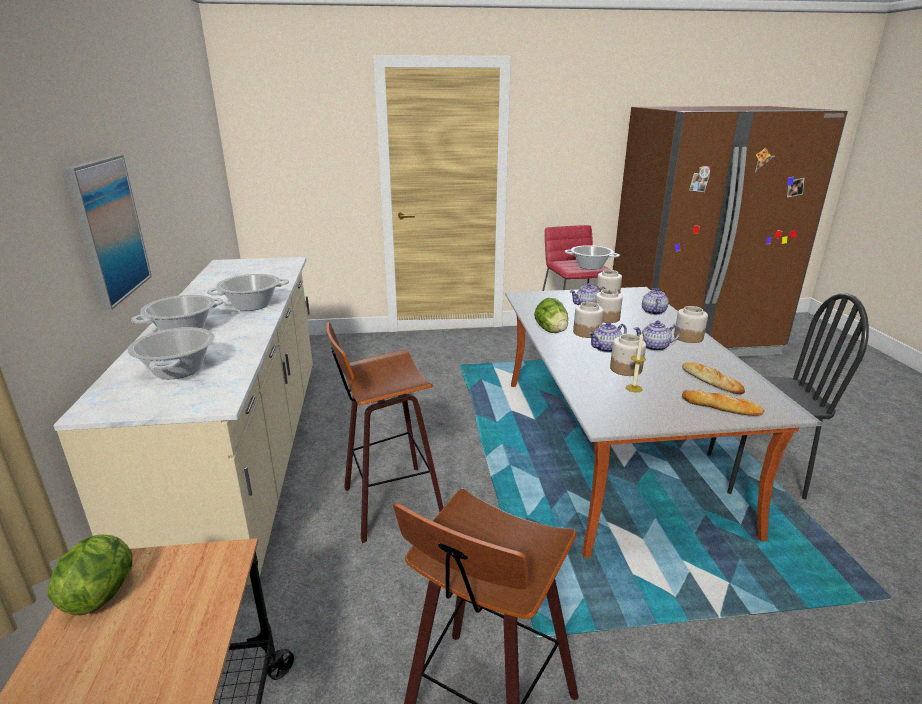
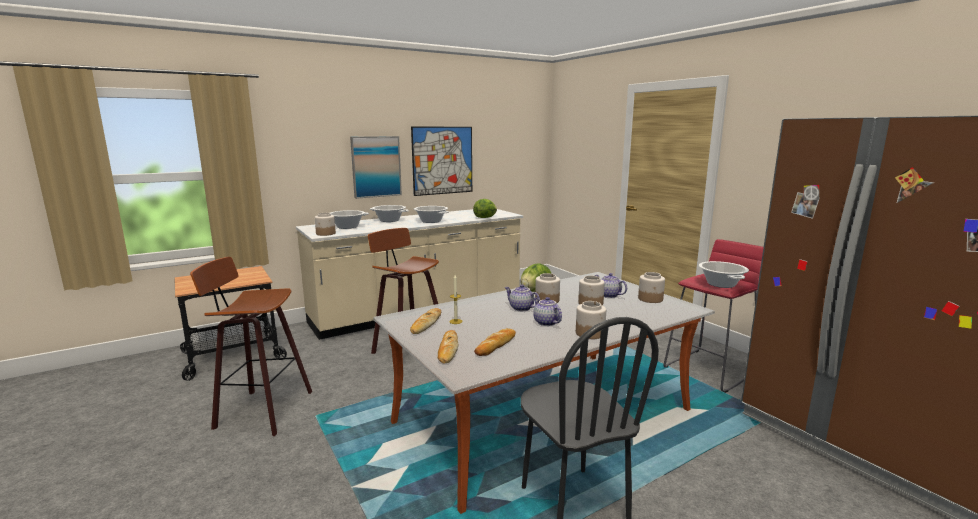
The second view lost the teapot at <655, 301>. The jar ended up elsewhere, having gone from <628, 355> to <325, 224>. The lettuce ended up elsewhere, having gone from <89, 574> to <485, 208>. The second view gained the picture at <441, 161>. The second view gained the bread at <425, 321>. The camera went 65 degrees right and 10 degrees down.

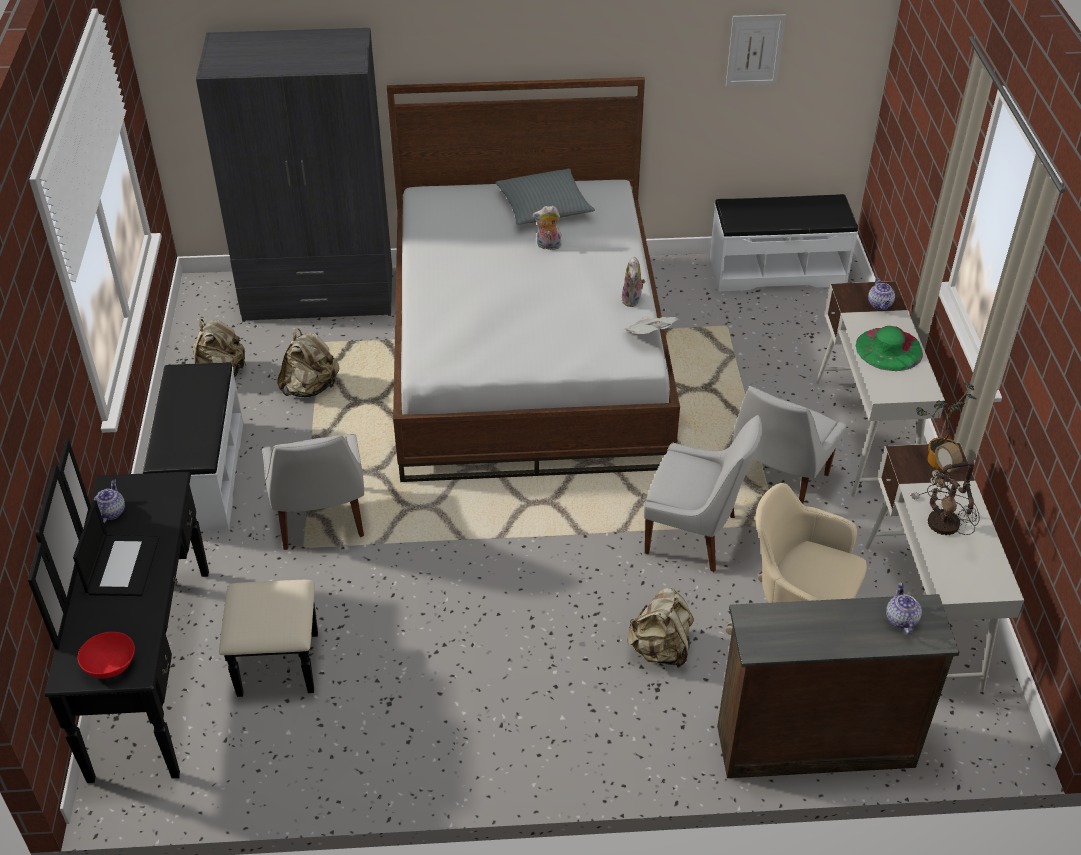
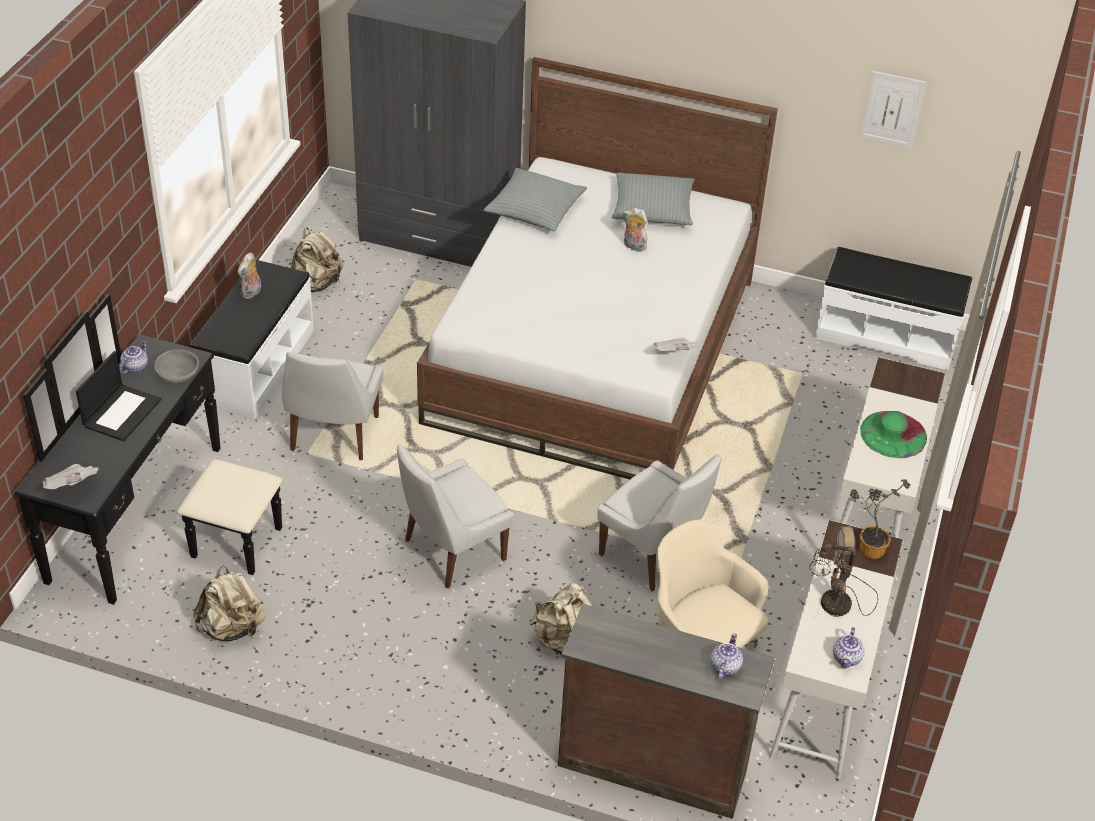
The plush toy ended up elsewhere, having gone from <633, 281> to <249, 276>. The teapot ended up elsewhere, having gone from <881, 294> to <849, 647>. The backpack in beige ended up elsewhere, having gone from <308, 362> to <229, 603>. The chair in white ended up elsewhere, having gone from <789, 445> to <455, 516>. Where the bowl in red stood at <106, 655>, the newspaper came to stand at <71, 476>. The second view gained the pillow in grey at <535, 199>. The second view gained the bowl in grey at <176, 366>. The camera went 20 degrees right and 0 degrees up.

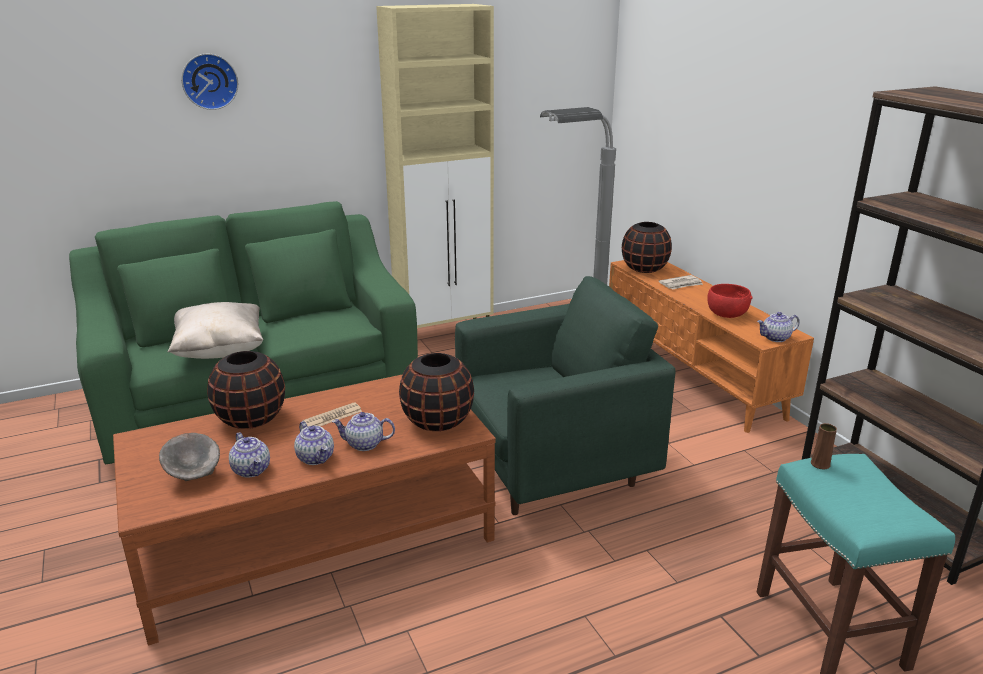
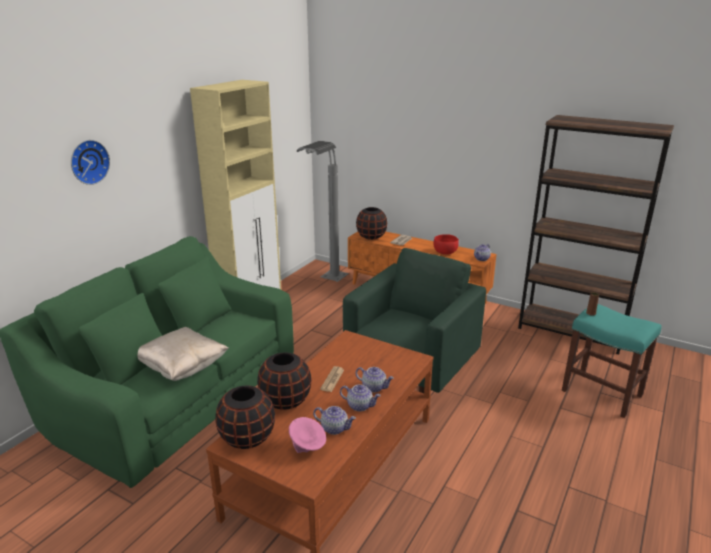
The vase in black ended up elsewhere, having gone from <436, 392> to <245, 417>. The teapot at <363, 431> ended up facing another way, 120 degrees counterclockwise from before. What was the bowl in grey at <189, 457> turned into the bowl in pink at <307, 435>. The camera went 35 degrees left and 0 degrees up.

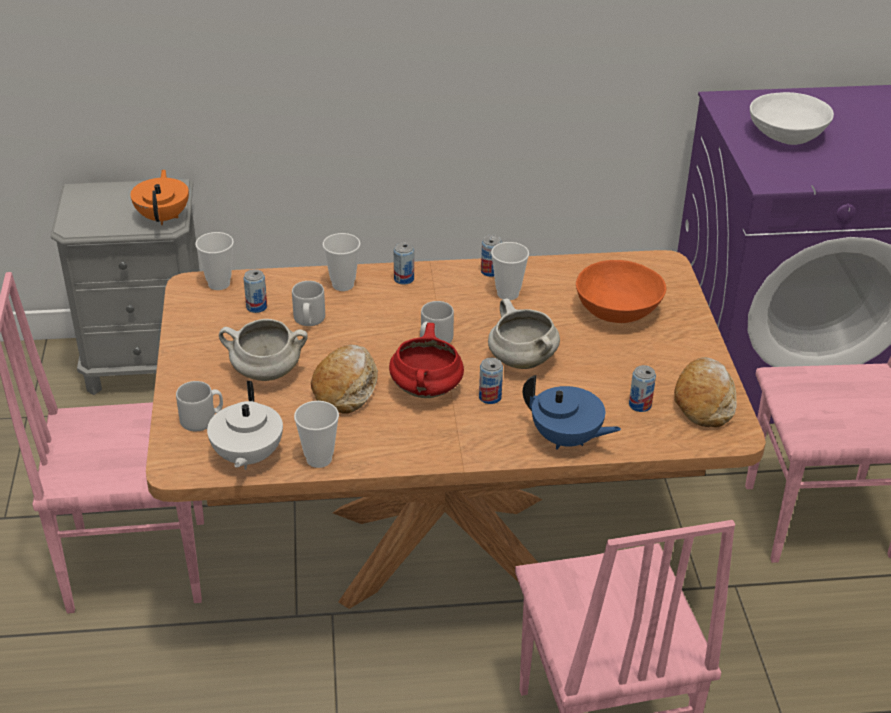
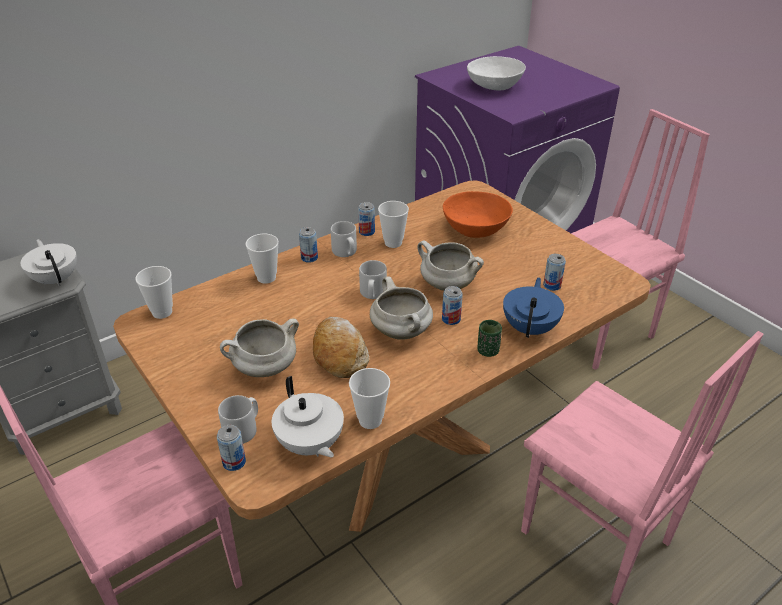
What was the teapot in orange at <159, 197> turned into the teapot in white at <49, 262>. The can ended up elsewhere, having gone from <255, 291> to <231, 448>. The mug in grey ended up elsewhere, having gone from <308, 303> to <344, 239>. What was the cooking pot in red at <426, 360> turned into the cooking pot in white at <401, 308>. The second view lost the bread at <705, 392>. The teapot in blue at <572, 412> ended up facing another way, 75 degrees counterclockwise from before. The second view gained the cup in green at <489, 338>. The camera went 30 degrees left and 0 degrees up.

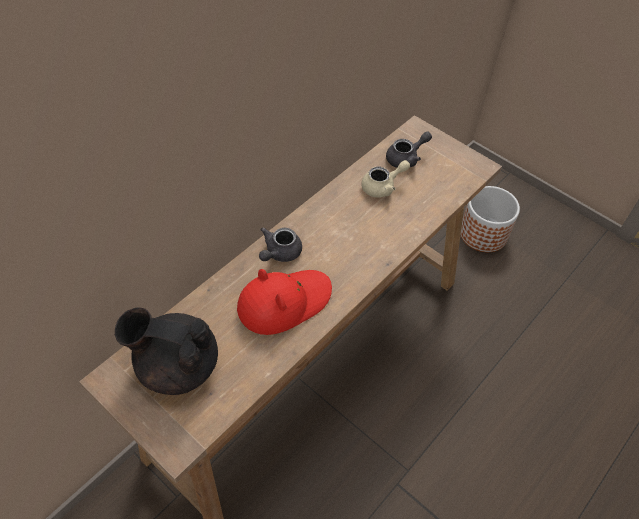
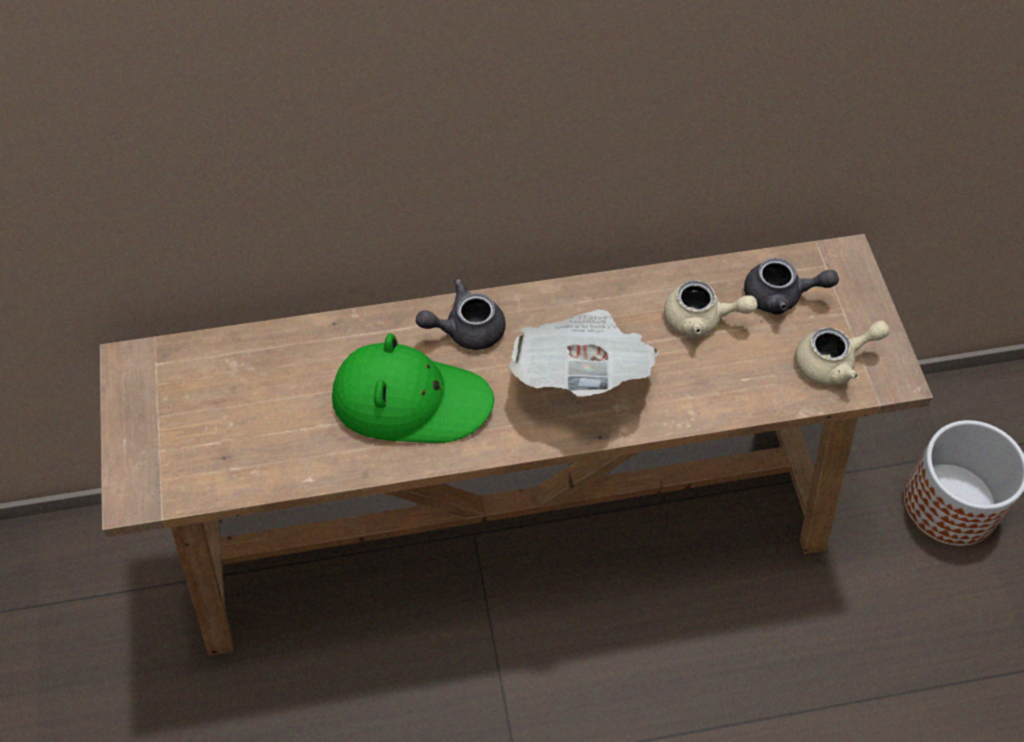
What was the hat in red at <284, 302> turned into the hat in green at <413, 388>. The second view lost the teapot in black at <166, 351>. The second view gained the newspaper at <583, 353>. The second view gained the teapot in beige at <842, 352>. The camera went 40 degrees right and 5 degrees up.

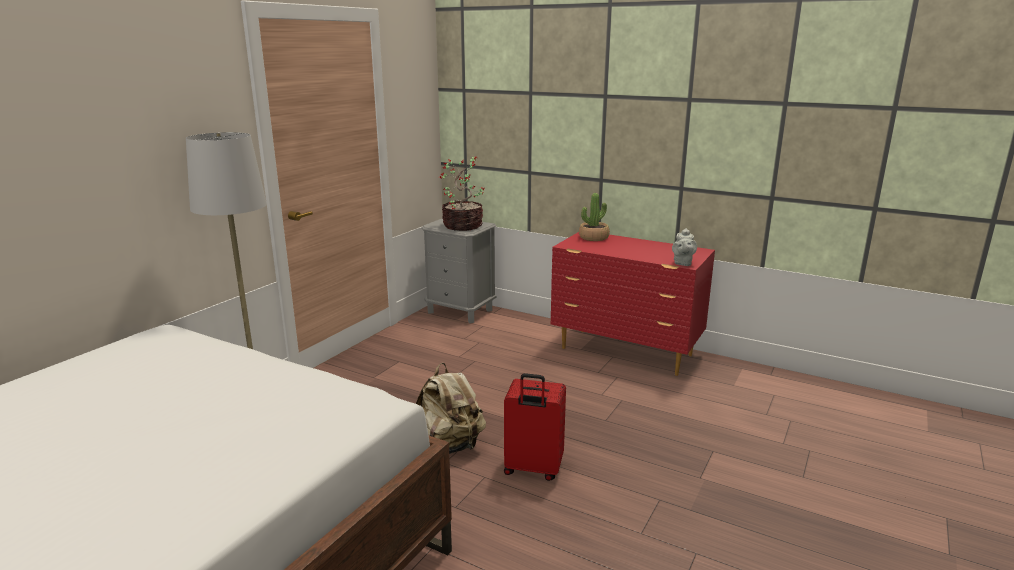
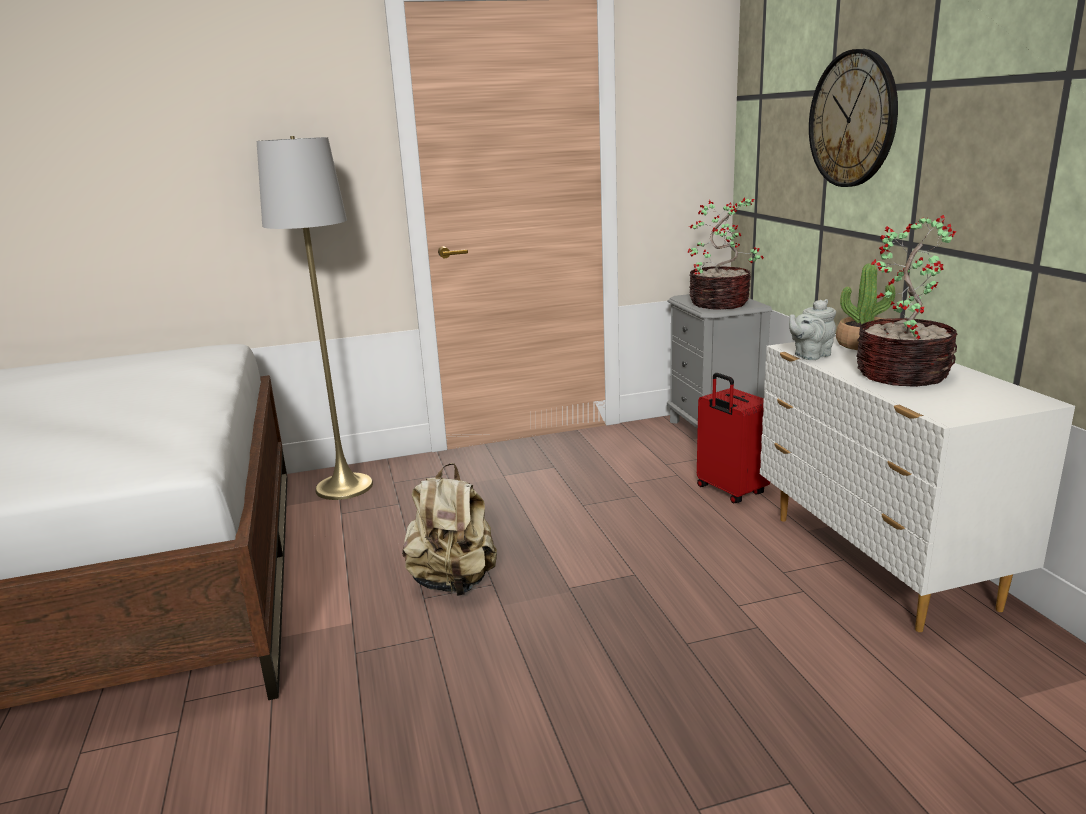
The teapot in grey ended up elsewhere, having gone from <684, 247> to <812, 329>. What was the dresser in red at <633, 304> turned into the dresser in white at <917, 484>. The suitcase in red ended up elsewhere, having gone from <535, 427> to <733, 438>. The second view gained the wall clock at <853, 118>. The second view gained the potted plant at <906, 301>. The camera went 45 degrees right and 0 degrees up.

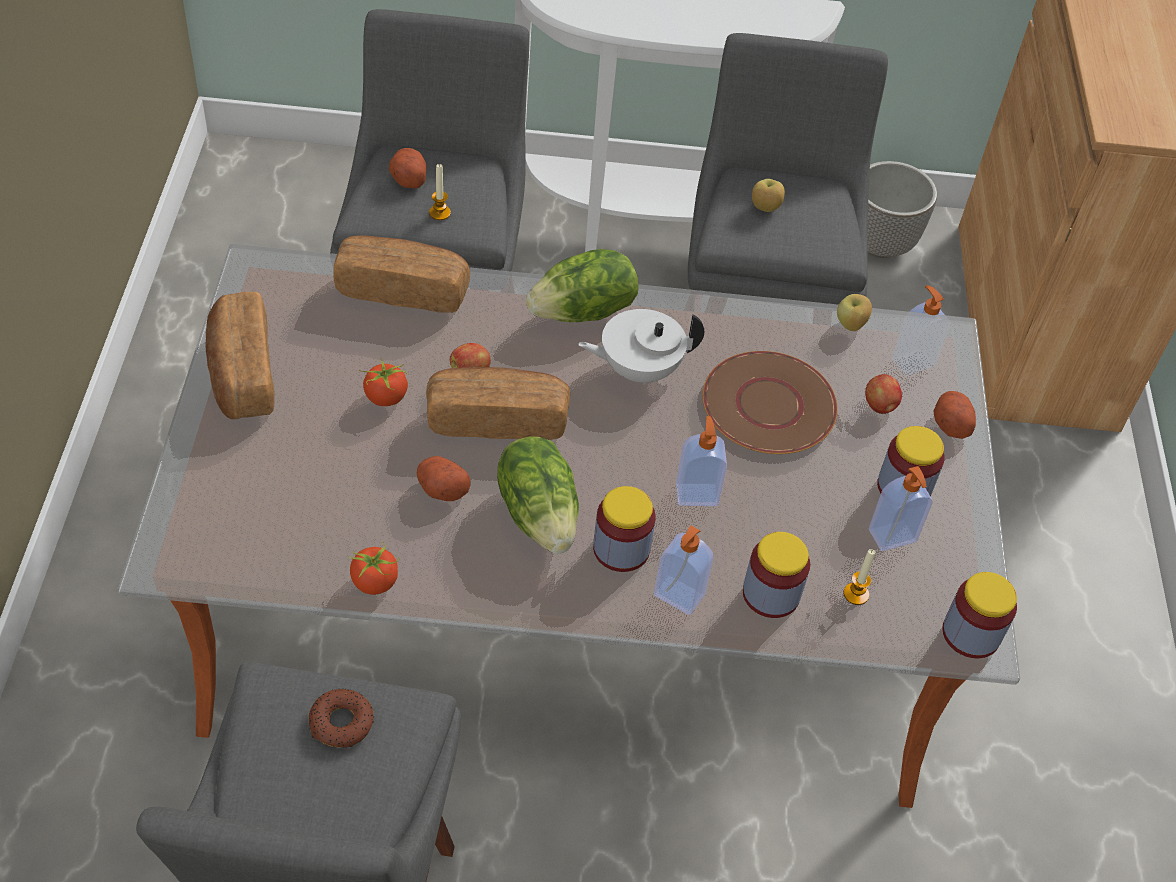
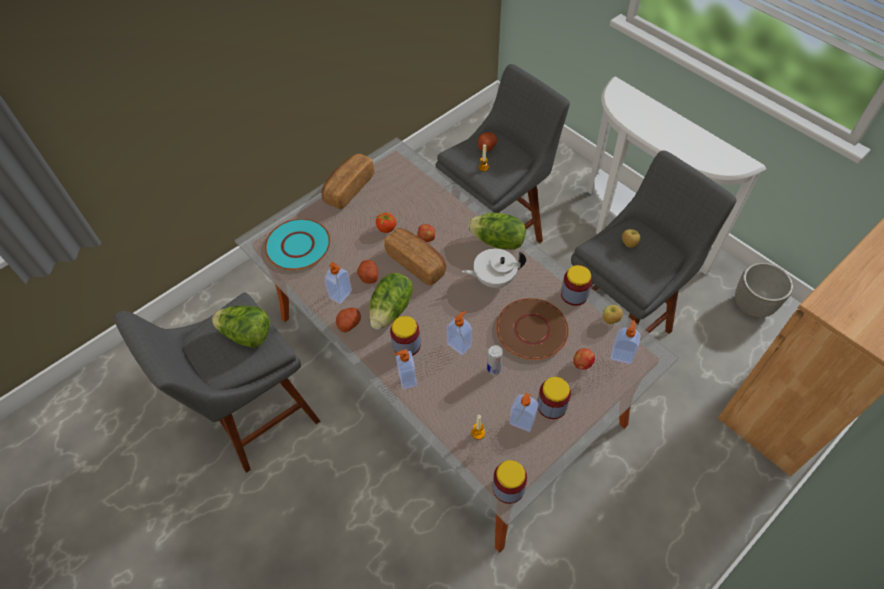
The second view lost the bread at <401, 274>. The teapot in white at <641, 347> ended up facing another way, 45 degrees counterclockwise from before. The potato ended up elsewhere, having gone from <954, 415> to <348, 320>. The jar ended up elsewhere, having gone from <776, 575> to <576, 285>. The second view lost the tomato at <374, 568>. Where the donut stood at <341, 718>, the lettuce came to stand at <241, 327>. The second view gained the plate in turquoise at <297, 244>. The second view gained the soap dispenser at <338, 283>. The second view gained the can at <495, 360>. The camera went 50 degrees right and 5 degrees up.

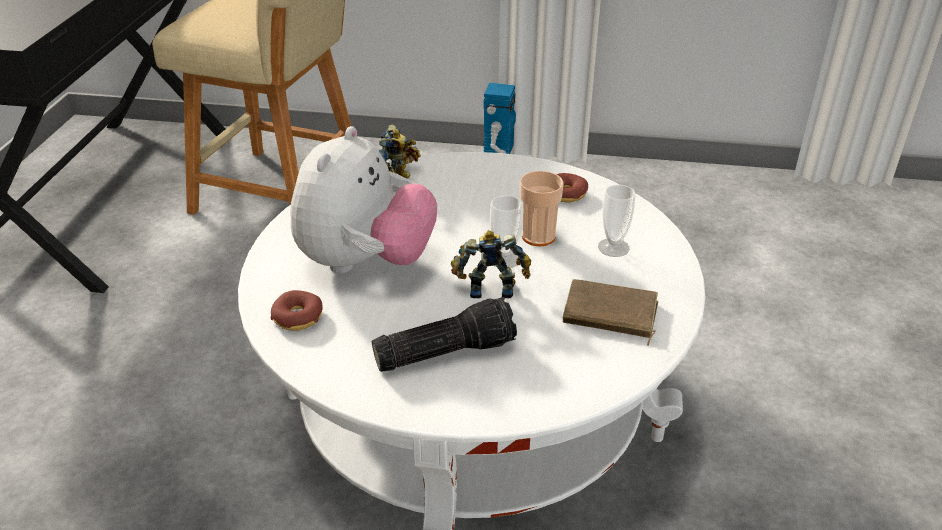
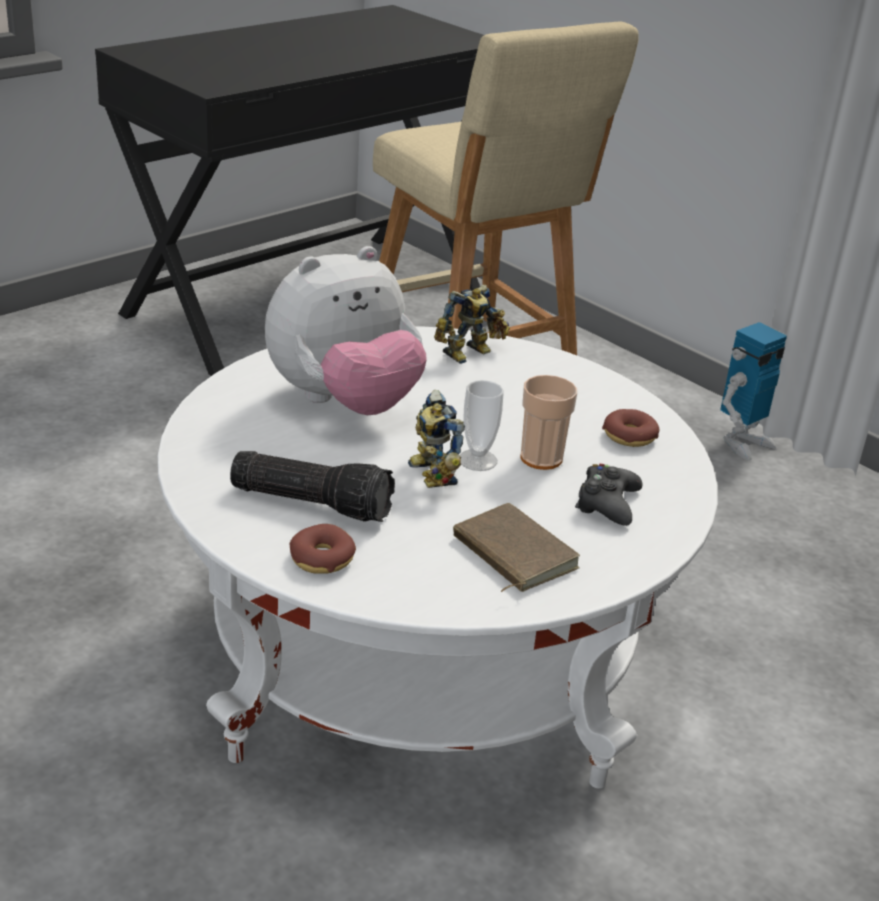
Where the cup stood at <617, 220>, the game controller in black came to stand at <609, 495>. The toy robot at <491, 264> ended up facing another way, 150 degrees counterclockwise from before. The donut ended up elsewhere, having gone from <297, 310> to <323, 549>. The camera went 35 degrees right and 5 degrees down.

